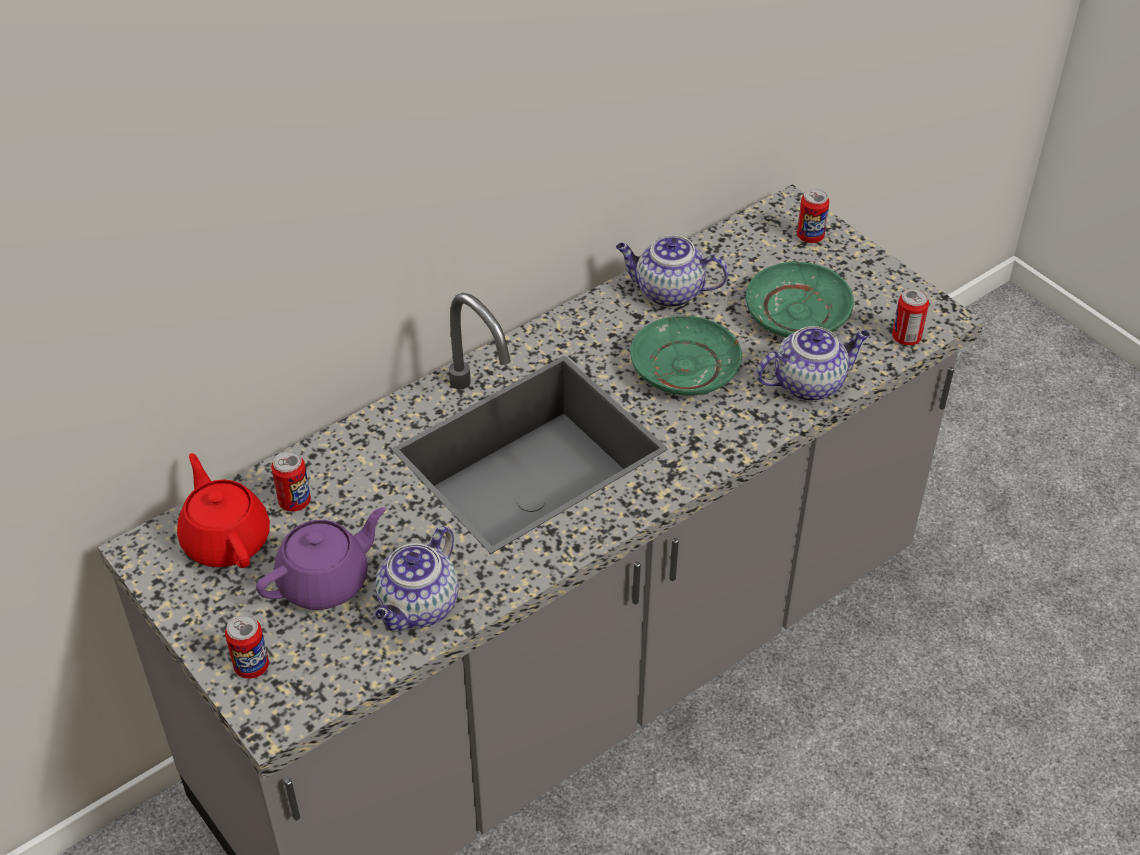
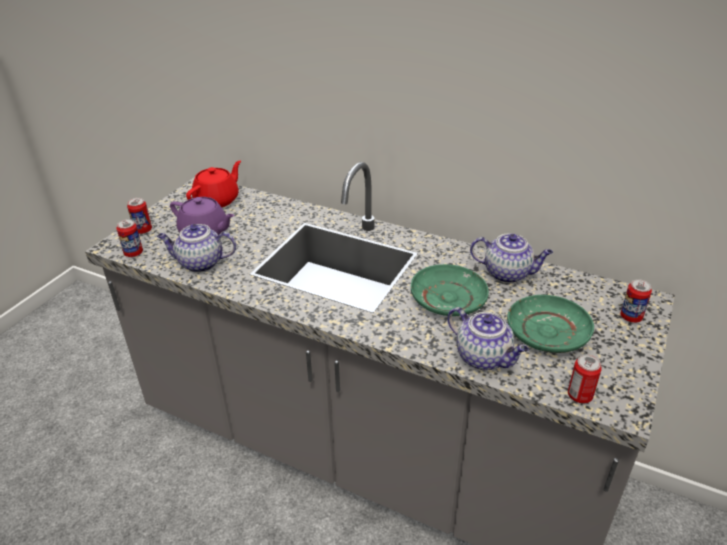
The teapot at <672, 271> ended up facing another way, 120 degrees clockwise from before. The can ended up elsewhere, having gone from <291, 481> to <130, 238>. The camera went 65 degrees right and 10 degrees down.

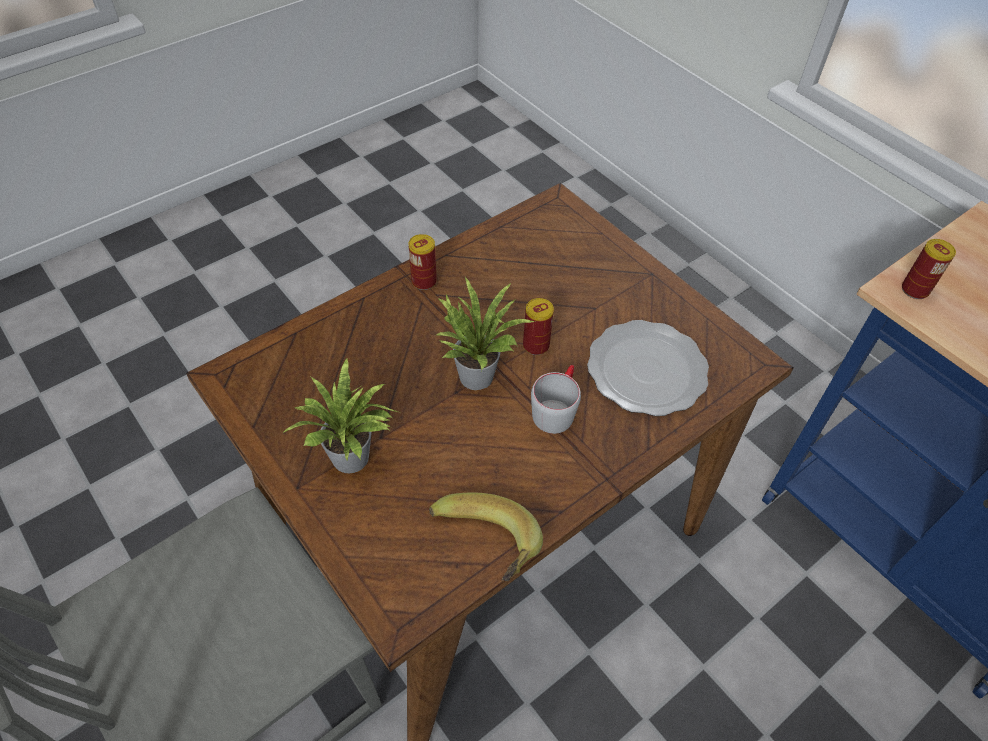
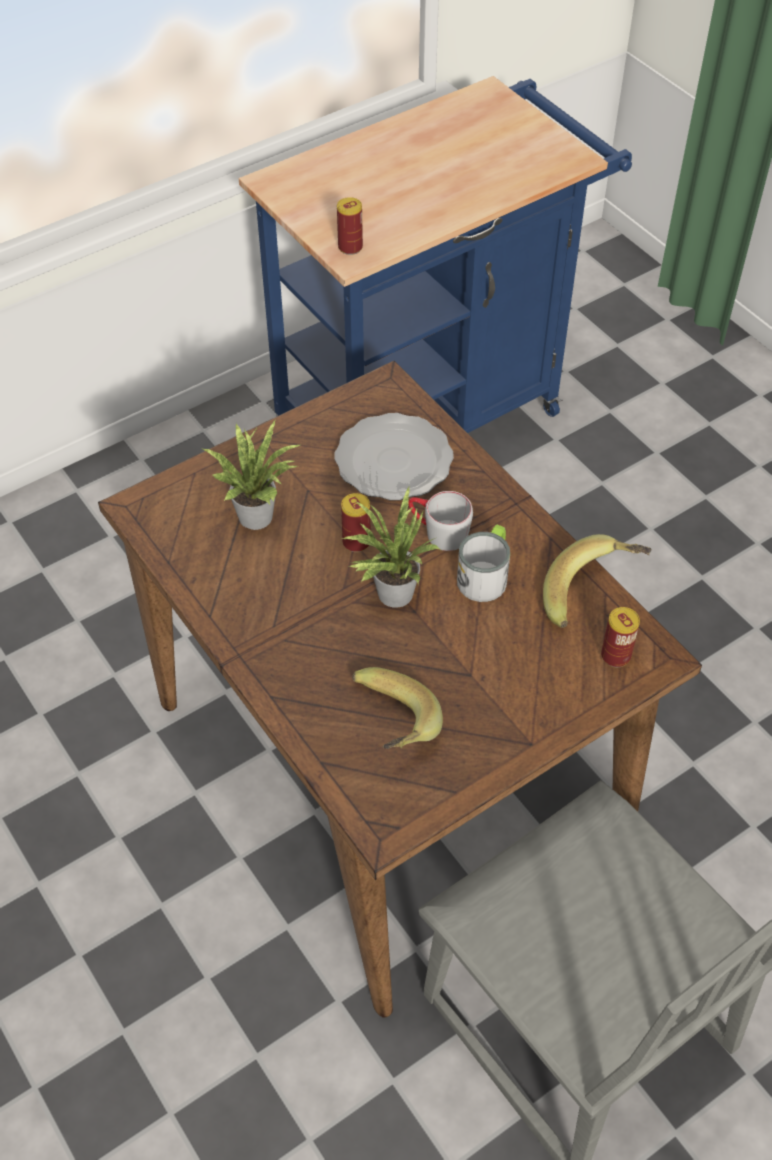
The can ended up elsewhere, having gone from <422, 262> to <620, 637>. The potted plant ended up elsewhere, having gone from <340, 415> to <251, 475>. The second view gained the mug at <483, 563>. The second view gained the banana at <397, 708>. The camera went 85 degrees left and 0 degrees up.

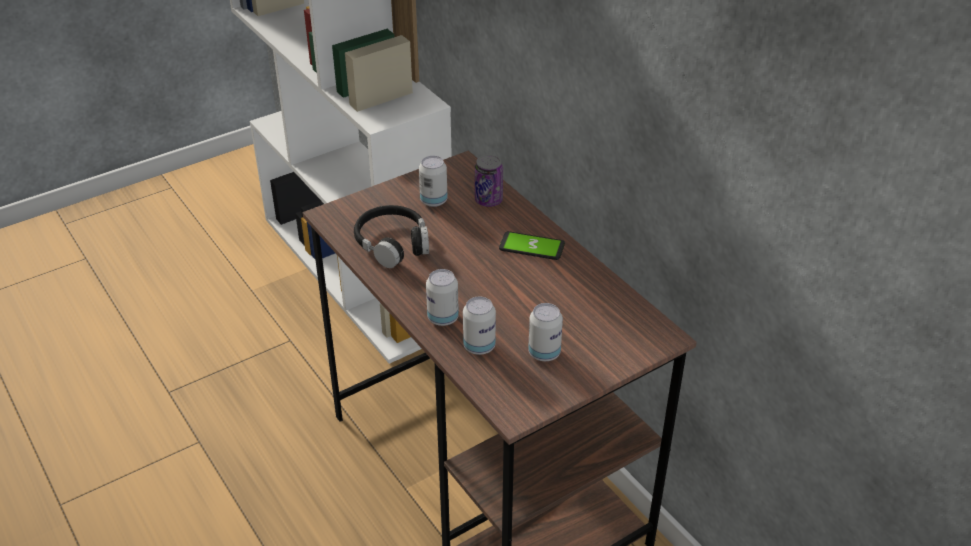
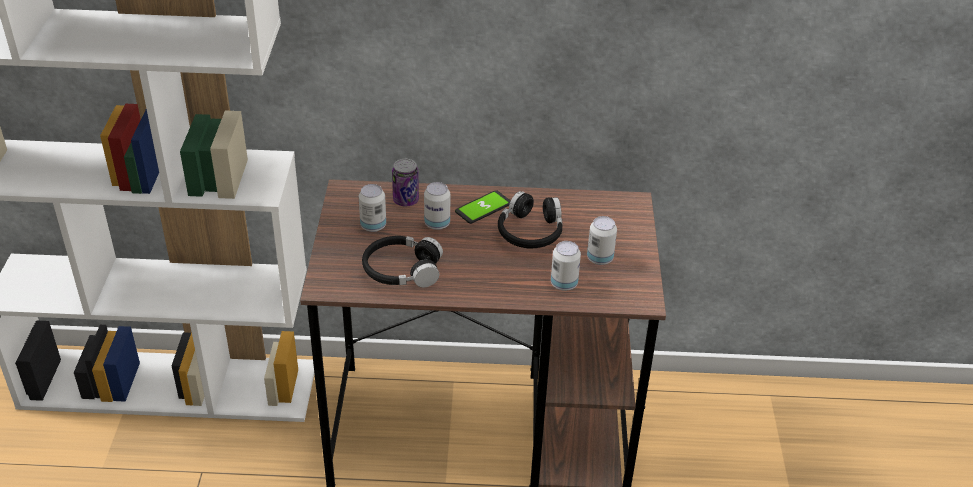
The can ended up elsewhere, having gone from <442, 297> to <437, 206>. The second view gained the headphones in black at <530, 219>. The camera went 55 degrees left and 0 degrees up.

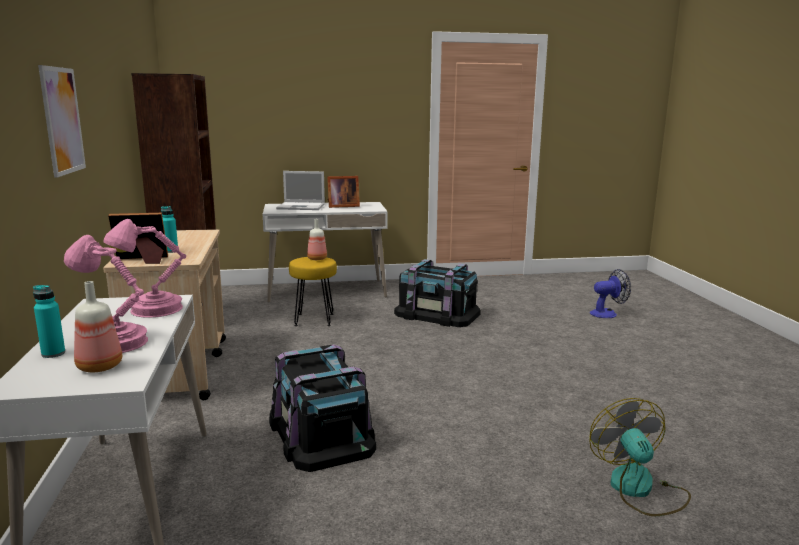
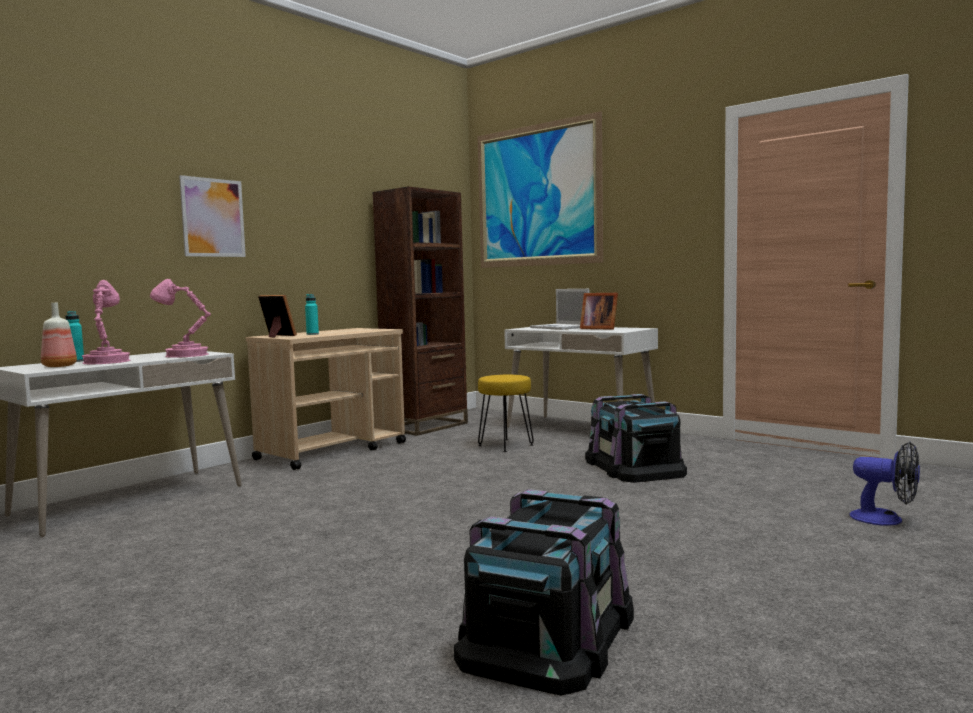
The second view lost the bottle at <317, 239>. The storage box in black ended up elsewhere, having gone from <322, 408> to <544, 592>. The second view lost the fan at <640, 457>. The second view gained the picture at <540, 189>. The camera went 50 degrees right and 10 degrees down.

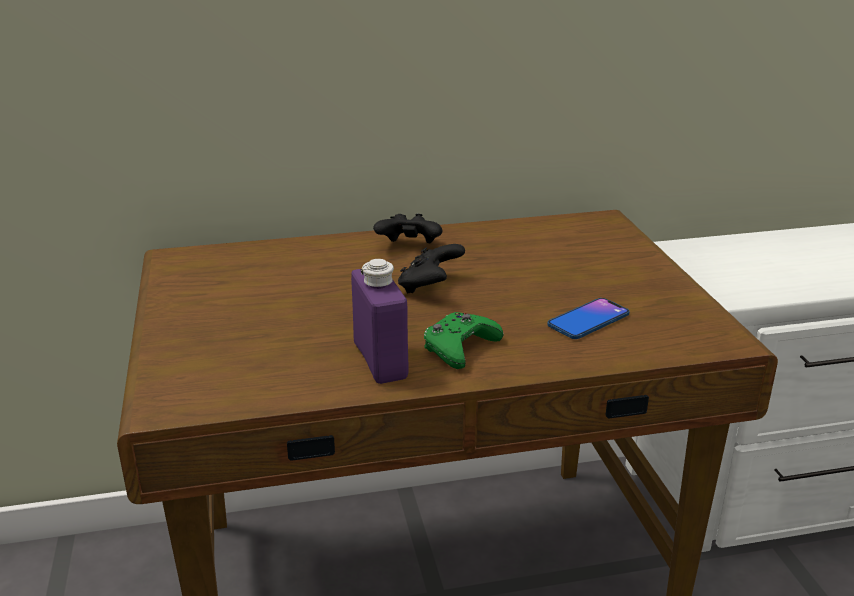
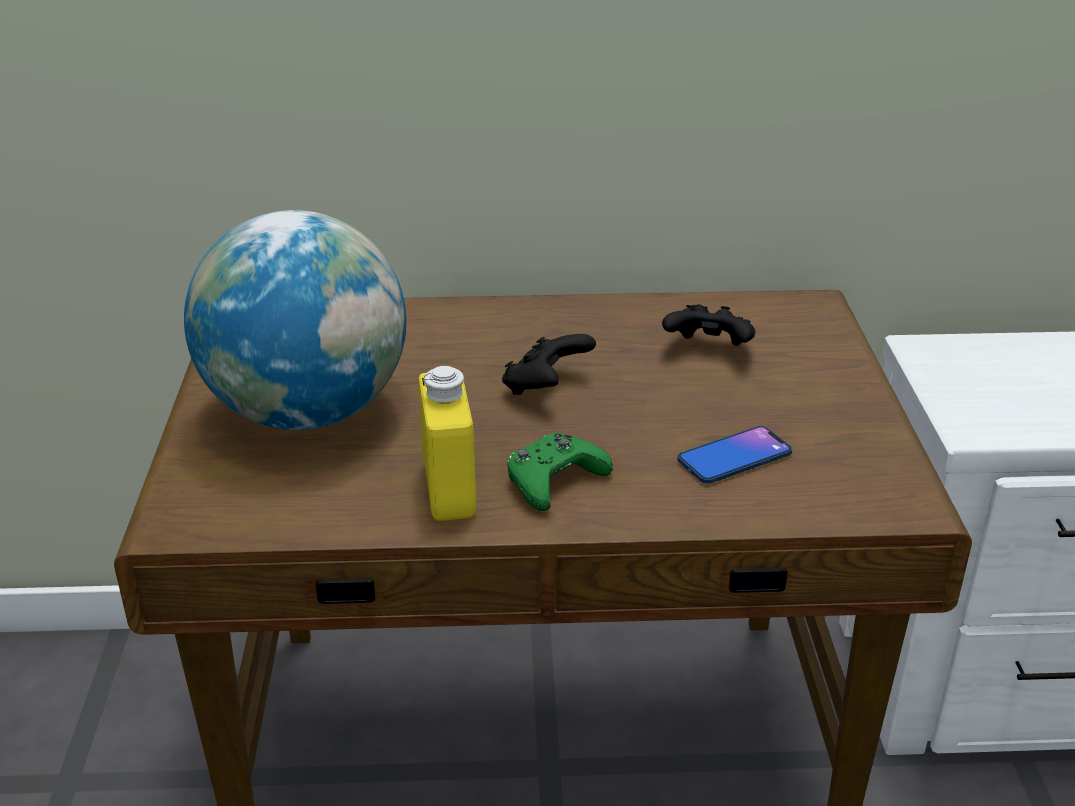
The game controller in black ended up elsewhere, having gone from <408, 228> to <708, 325>. What was the bottle in purple at <380, 321> turned into the bottle in yellow at <447, 443>. The second view gained the globe at <295, 320>. The camera went 10 degrees right and 5 degrees up.

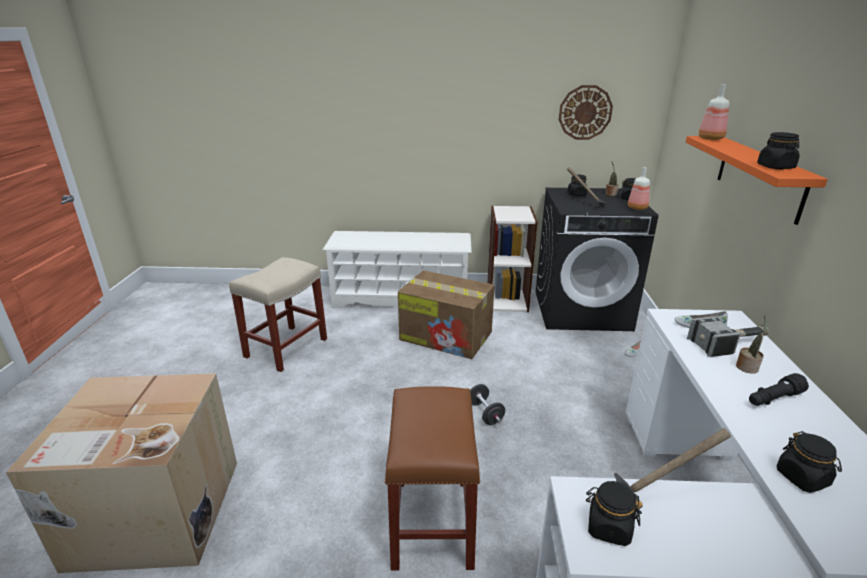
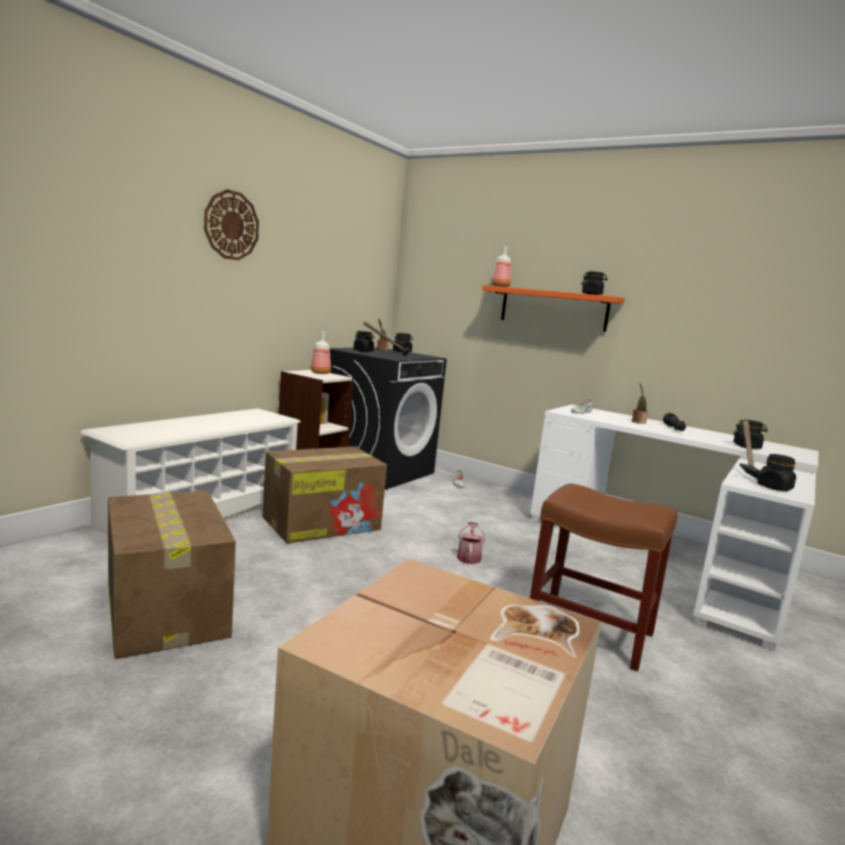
The wall clock ended up elsewhere, having gone from <586, 112> to <231, 224>. The bottle ended up elsewhere, having gone from <639, 188> to <321, 353>. Where the stool in beige stood at <278, 314>, the cardboard box came to stand at <172, 575>. The second view lost the hammer at <728, 336>. Where the dumbbell in black stood at <487, 404>, the watering can came to stand at <471, 543>. The camera went 60 degrees left and 15 degrees down.

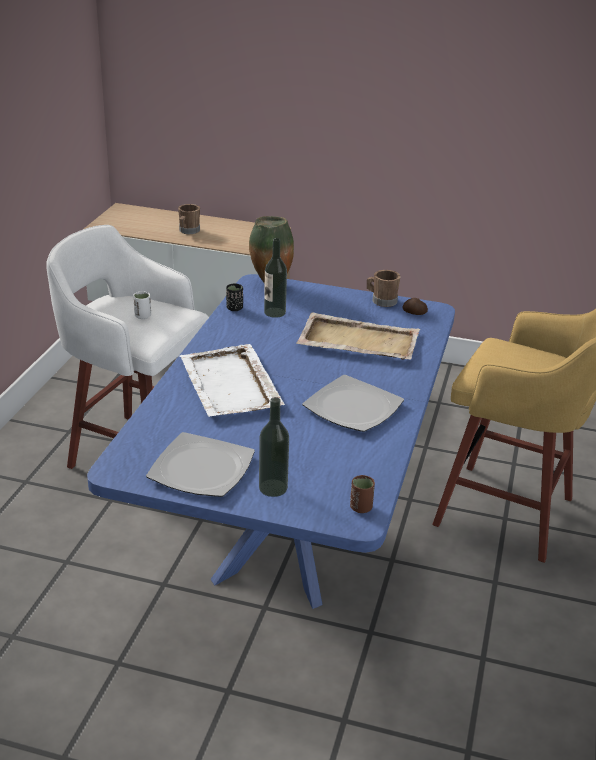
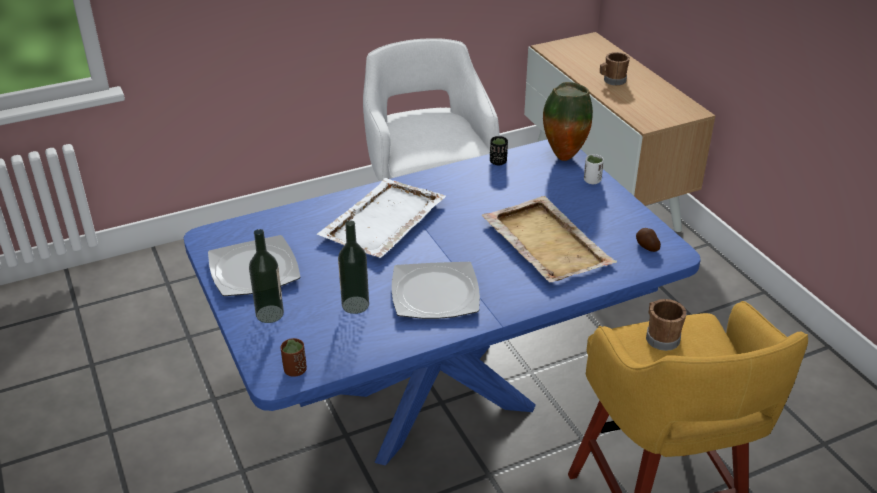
The bottle ended up elsewhere, having gone from <275, 278> to <353, 267>. The mug in brown ended up elsewhere, having gone from <384, 288> to <666, 325>. The cup in white ended up elsewhere, having gone from <142, 305> to <594, 169>. The camera went 50 degrees right and 5 degrees up.

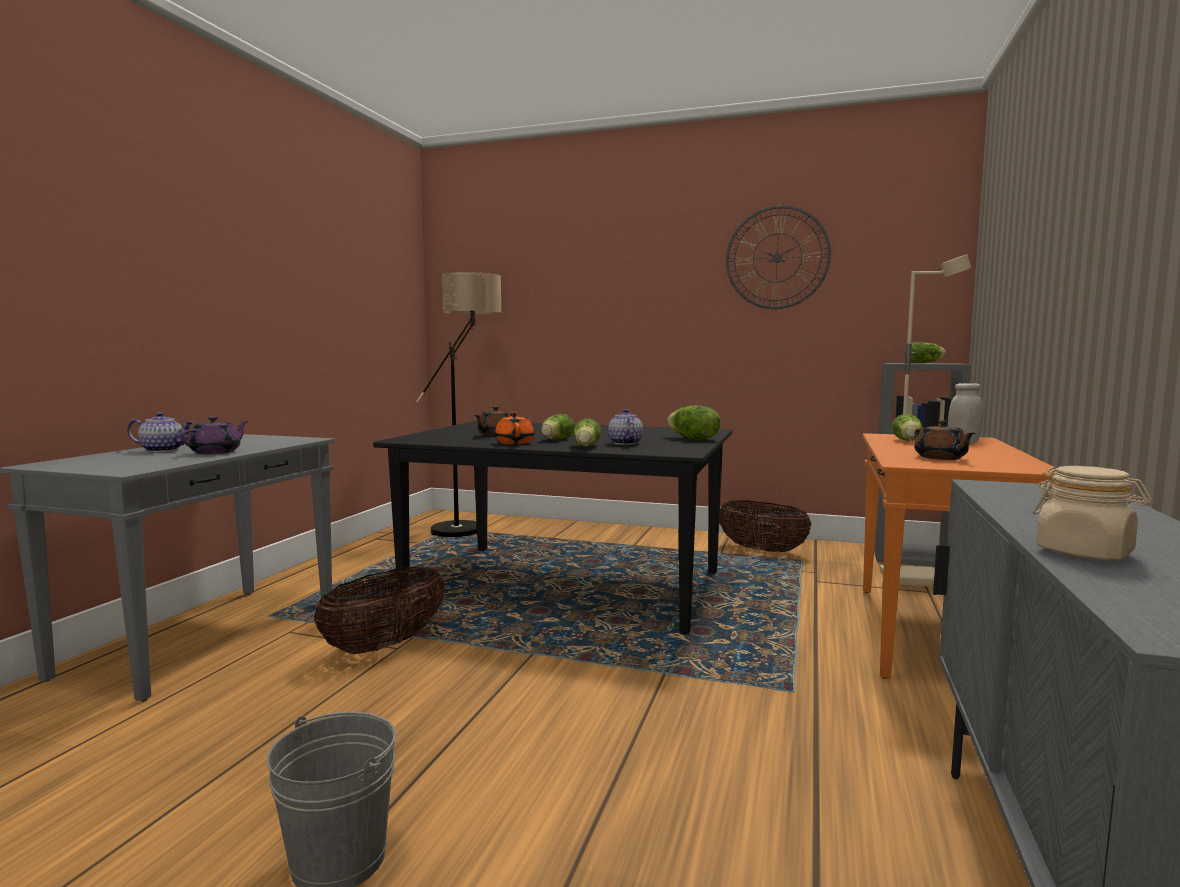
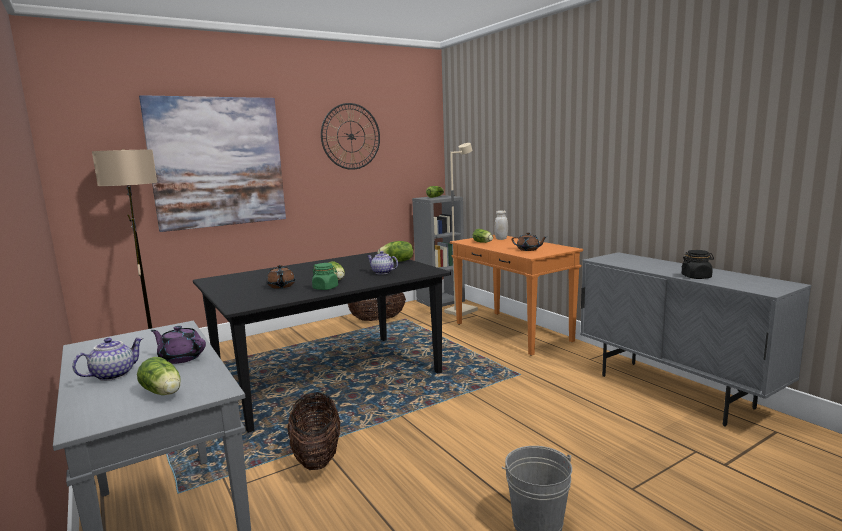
Where the teapot in orange stood at <514, 428>, the jar in green came to stand at <325, 276>. The teapot in purple at <214, 435> ended up facing another way, 45 degrees counterclockwise from before. The lettuce ended up elsewhere, having gone from <587, 433> to <159, 376>. What was the jar in beige at <1092, 513> turned into the jar in black at <698, 264>. The second view gained the picture at <212, 163>. The camera went 50 degrees left and 5 degrees up.

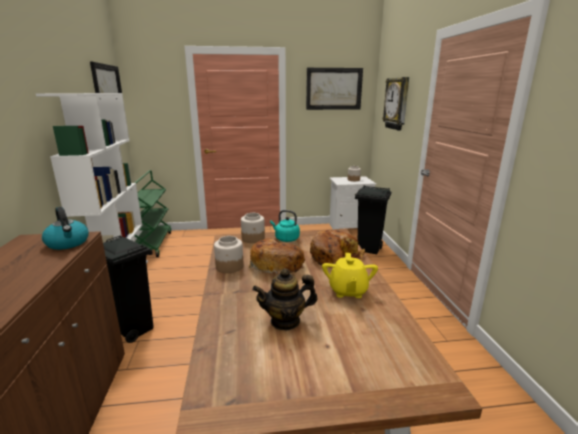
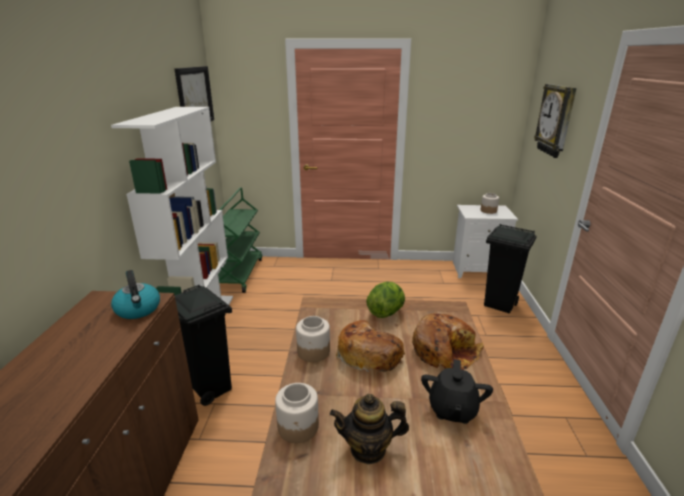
The second view lost the picture at <334, 89>. Where the kettle in turquoise stood at <285, 226>, the lettuce came to stand at <385, 300>. The jar ended up elsewhere, having gone from <253, 228> to <297, 413>. What was the teapot in yellow at <350, 275> turned into the teapot in black at <457, 391>. The camera went 10 degrees right and 5 degrees up.

